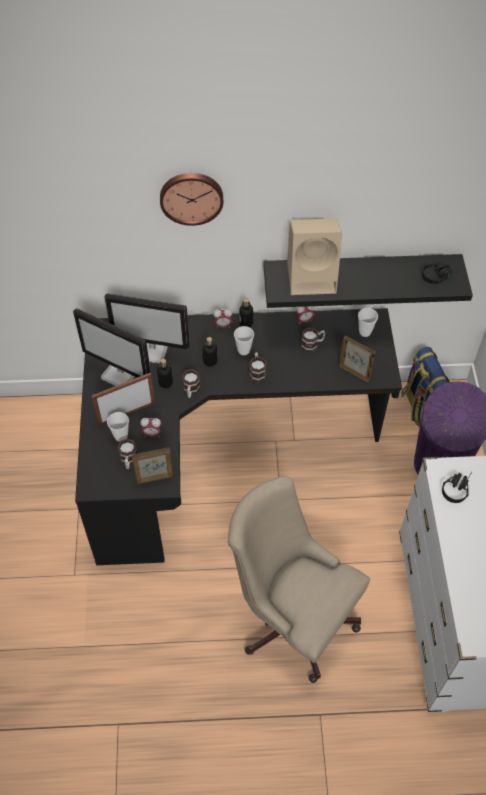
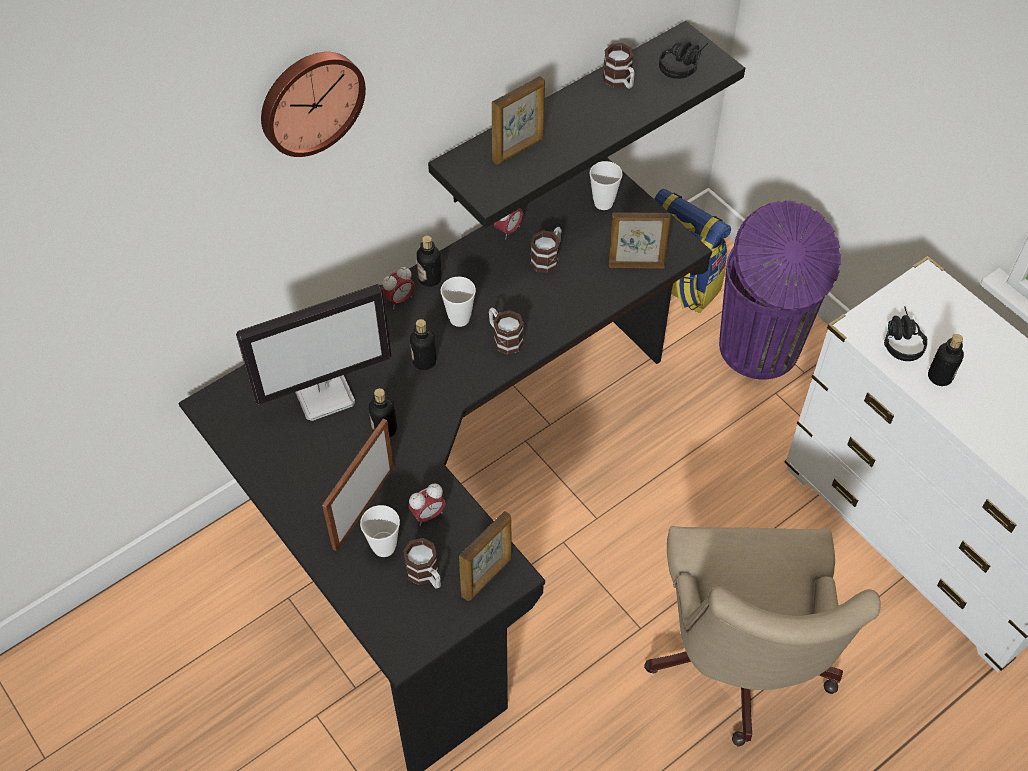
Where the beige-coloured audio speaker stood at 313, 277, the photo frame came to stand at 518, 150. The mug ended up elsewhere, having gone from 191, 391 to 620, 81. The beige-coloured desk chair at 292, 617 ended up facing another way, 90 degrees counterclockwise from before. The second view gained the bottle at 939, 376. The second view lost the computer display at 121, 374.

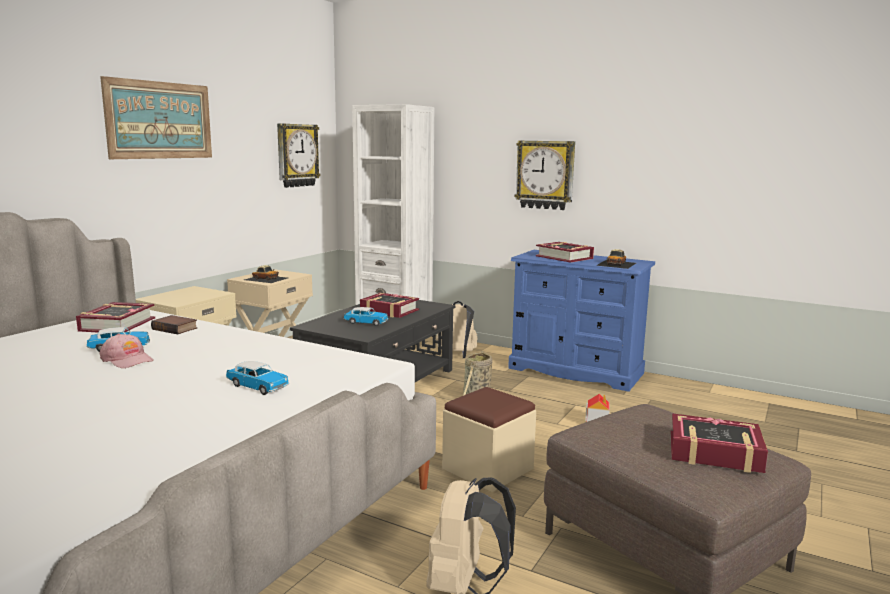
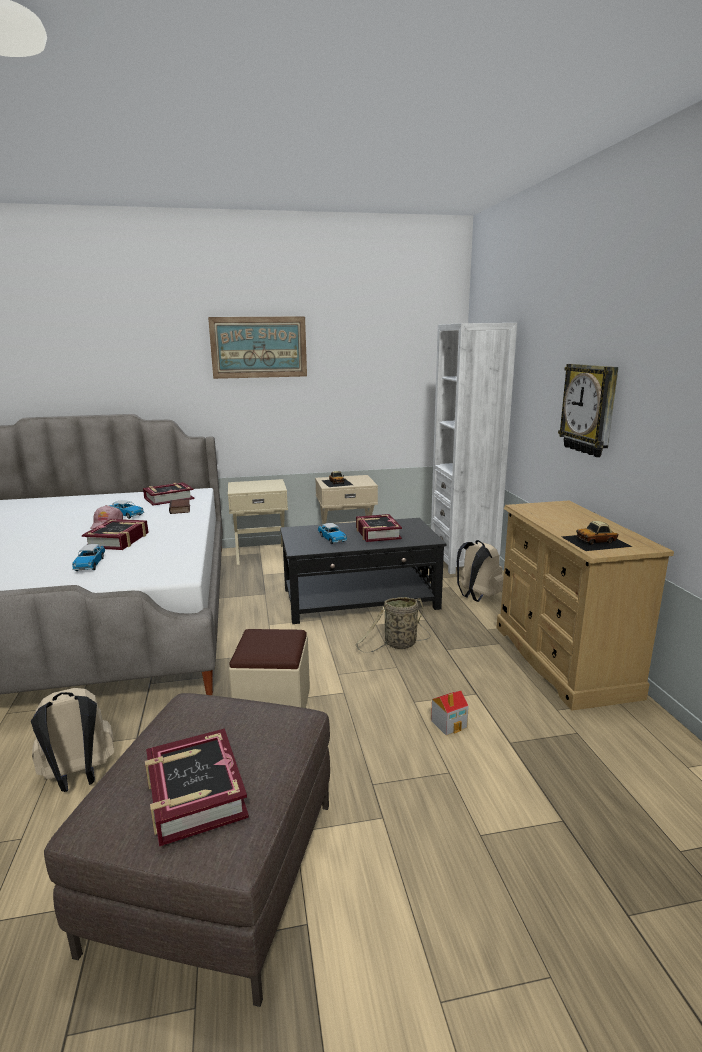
The volume ended up elsewhere, having gone from 564, 257 to 118, 540. What was the blue drawer chest at 575, 371 turned into the beige-coloured drawer chest at 562, 660. The second view lost the clock on the wall at 296, 155.

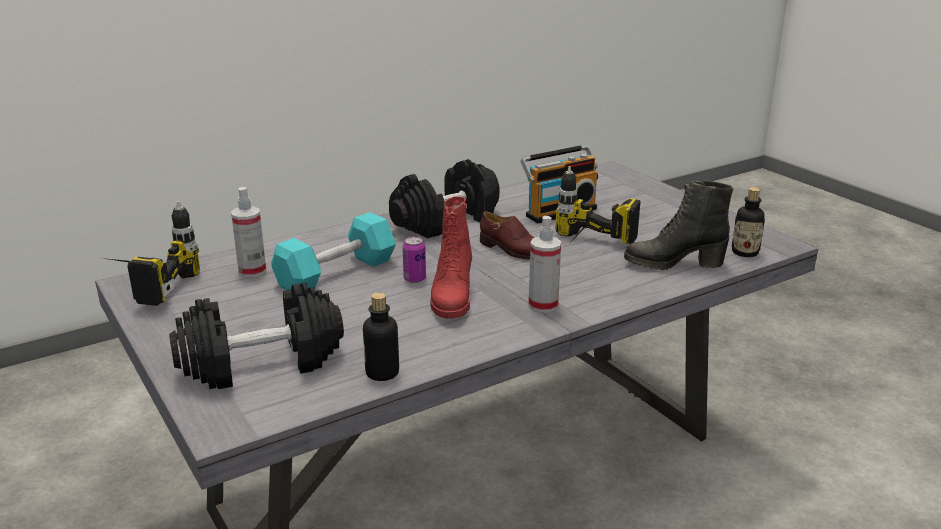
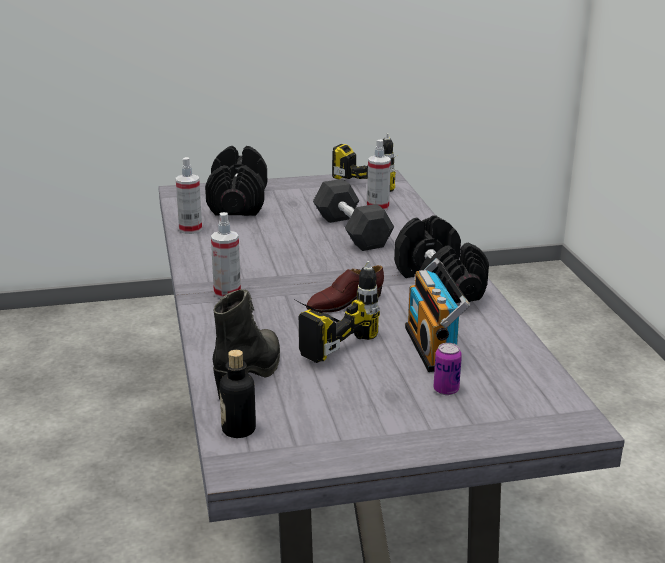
Where the bottle stood at 382, 373, the hand sprayer came to stand at 190, 229. What was the turquoise free weight at 336, 273 turned into the black free weight at 352, 231. The metal can ended up elsewhere, having gone from 414, 279 to 446, 390. The second view lost the red-coloured boot at 451, 299.

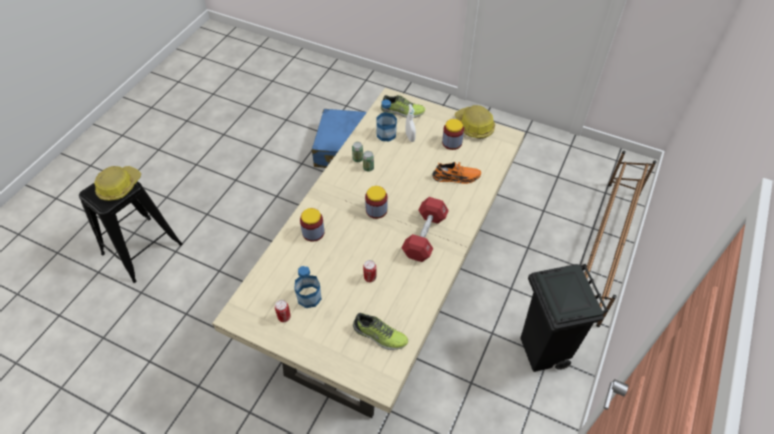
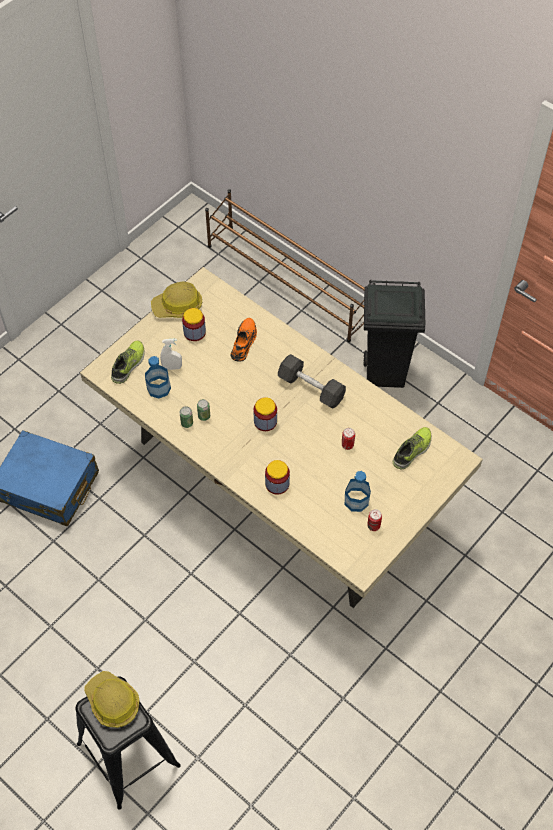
What was the red-coloured free weight at 425, 236 turned into the black free weight at 311, 388.

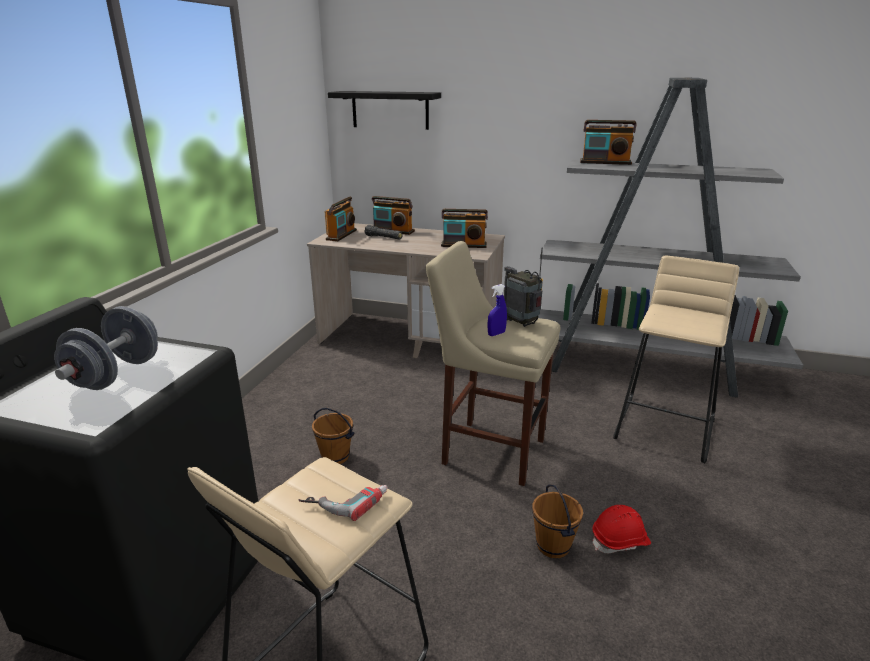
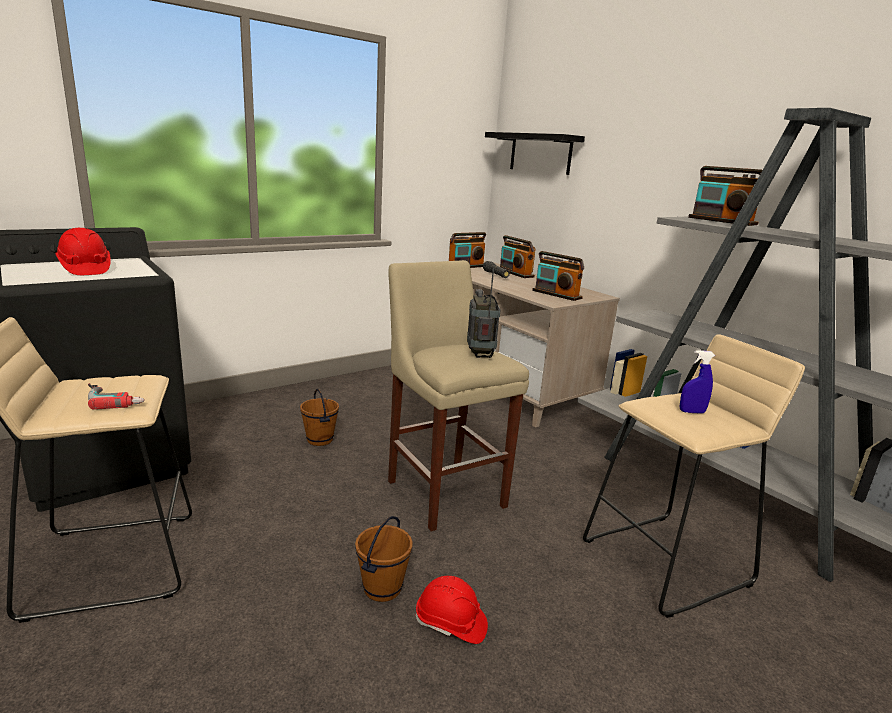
Where the grey free weight stood at 116, 374, the red-coloured safety helmet came to stand at 85, 269. The blue hand sprayer ended up elsewhere, having gone from 496, 334 to 691, 412.

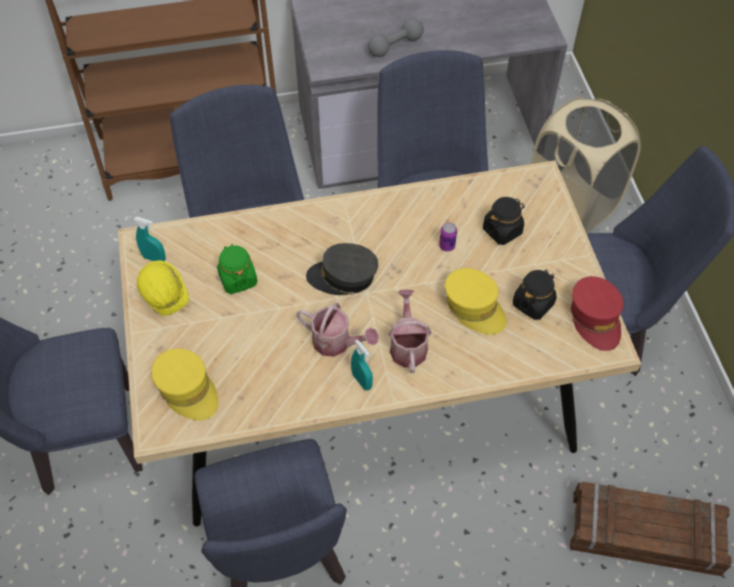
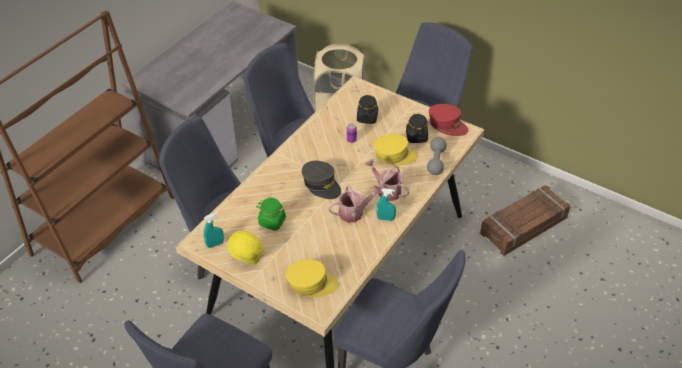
The grey peaked cap at 343, 277 ended up facing another way, 90 degrees counterclockwise from before. The grey free weight ended up elsewhere, having gone from 395, 46 to 436, 161.

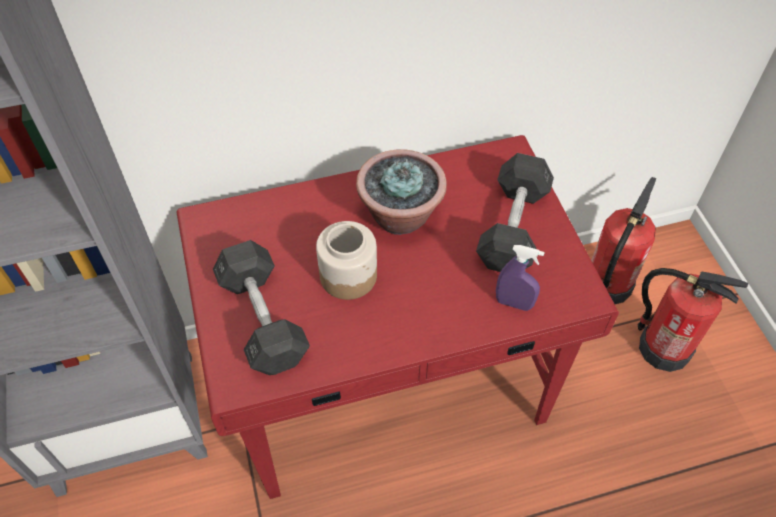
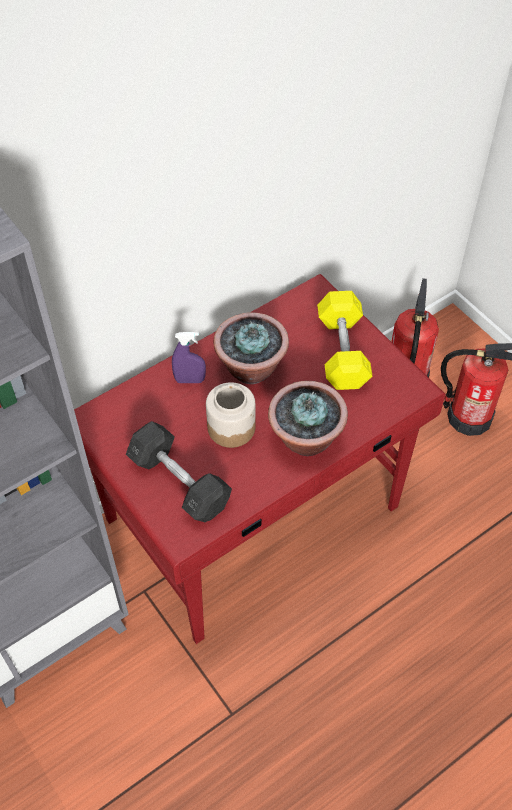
The purple hand sprayer ended up elsewhere, having gone from 514, 303 to 190, 380. The second view gained the houseplant at 305, 439. What was the grey free weight at 513, 227 turned into the yellow free weight at 342, 351.

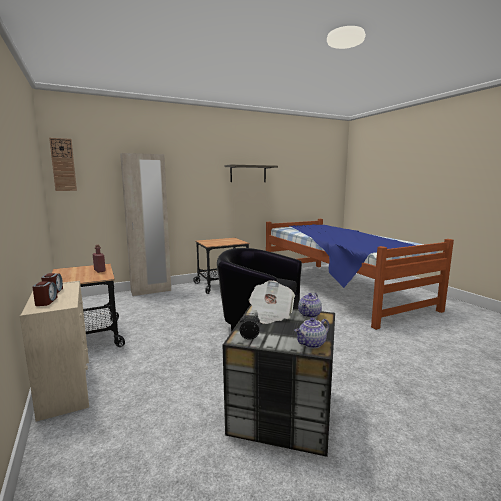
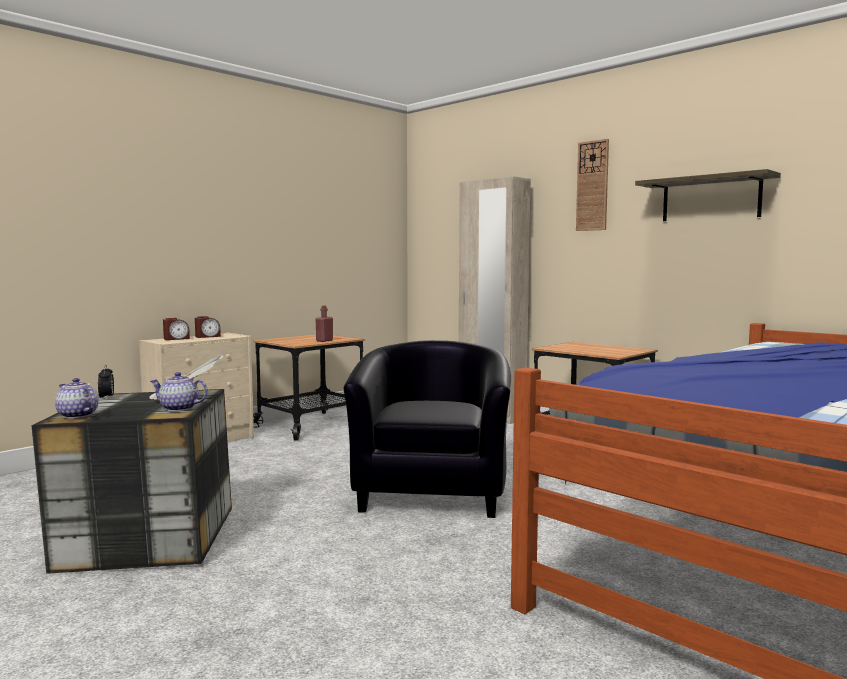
The clock on the wall ended up elsewhere, having gone from 63, 165 to 592, 186.

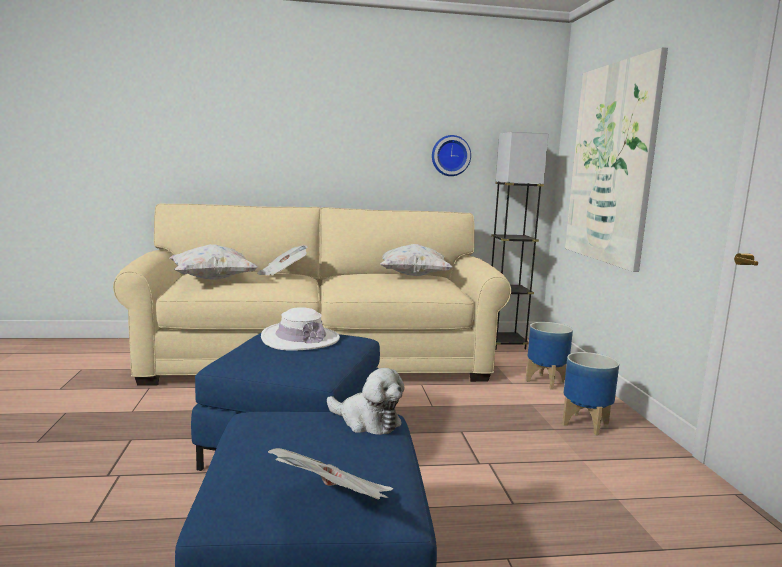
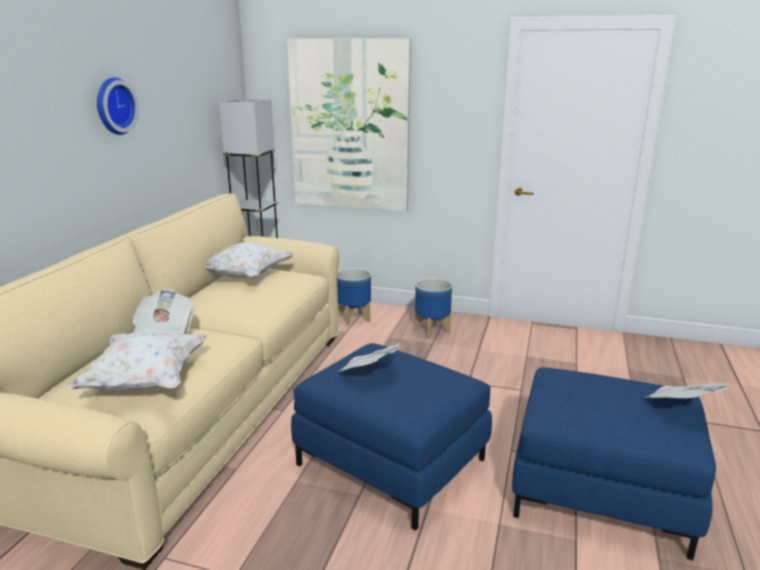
The clock on the wall ended up elsewhere, having gone from 450, 155 to 113, 106. Where the white clothing hat stood at 300, 338, the printed paper came to stand at 369, 372. The second view lost the soft toy at 366, 422.

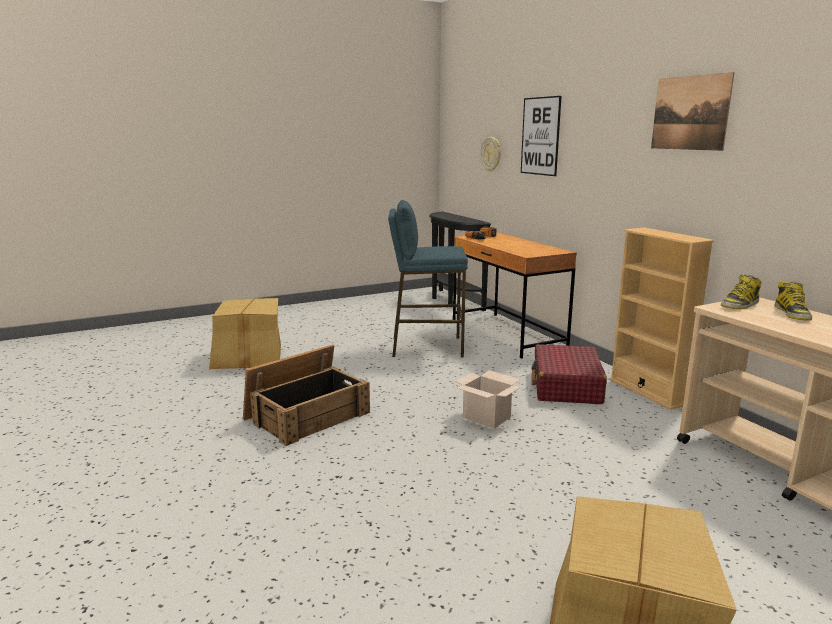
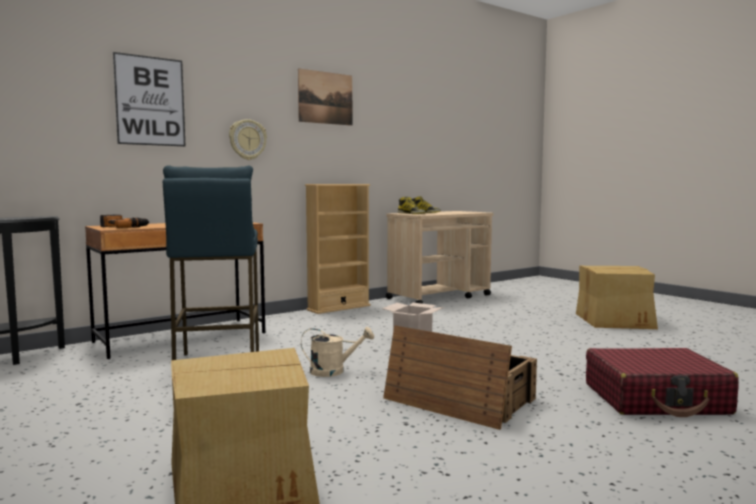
The clock on the wall ended up elsewhere, having gone from 491, 154 to 247, 139. The second view gained the beige-coloured watering pot at 334, 371. The red-coloured suitcase ended up elsewhere, having gone from 566, 386 to 656, 399.

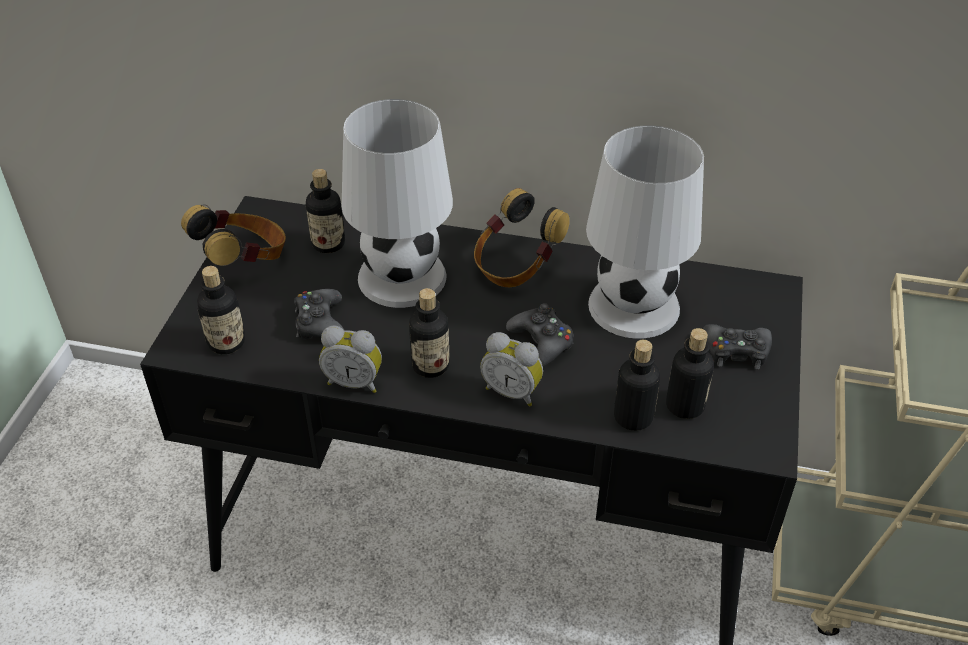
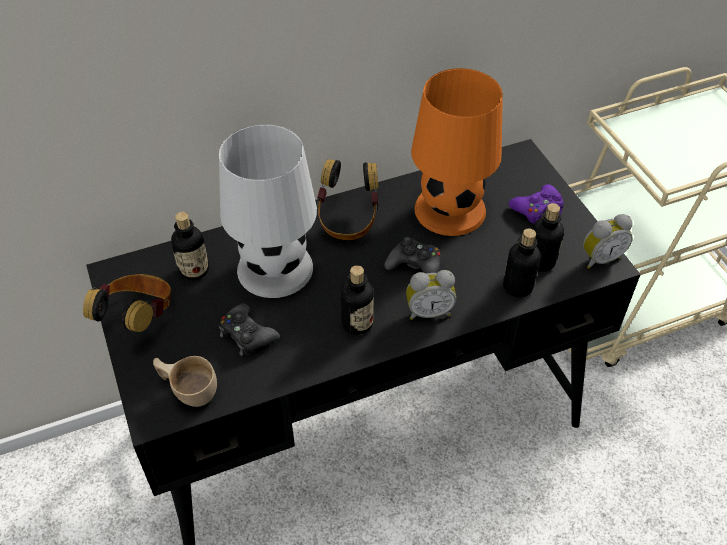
Where the bottle stood at 226, 342, the beige-coloured small cup came to stand at 189, 390. What was the white tabletop lamp at 633, 306 turned into the orange-coloured tabletop lamp at 450, 210. What was the black joypad at 736, 351 turned into the purple joypad at 537, 209. The alarm clock ended up elsewhere, having gone from 354, 381 to 600, 258.

